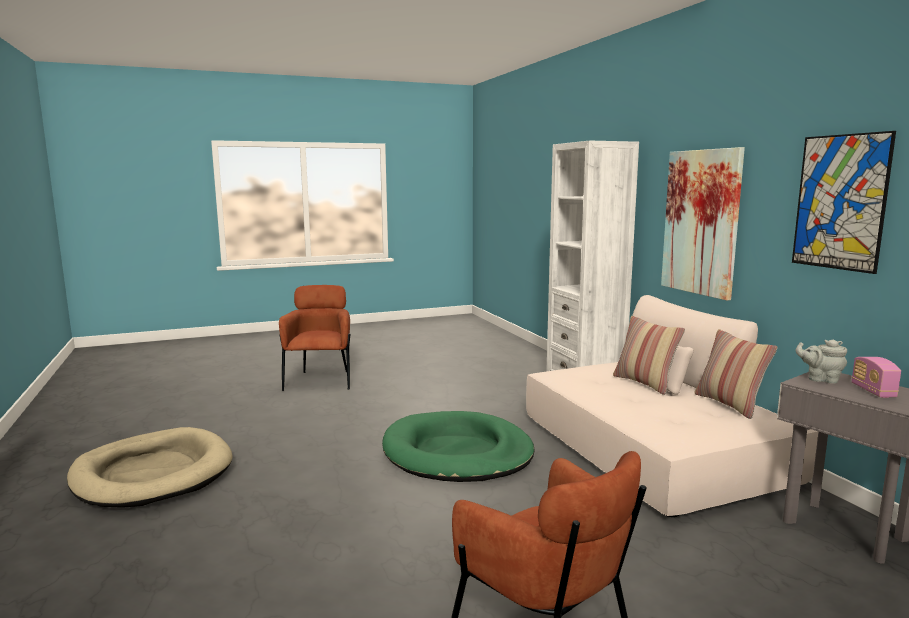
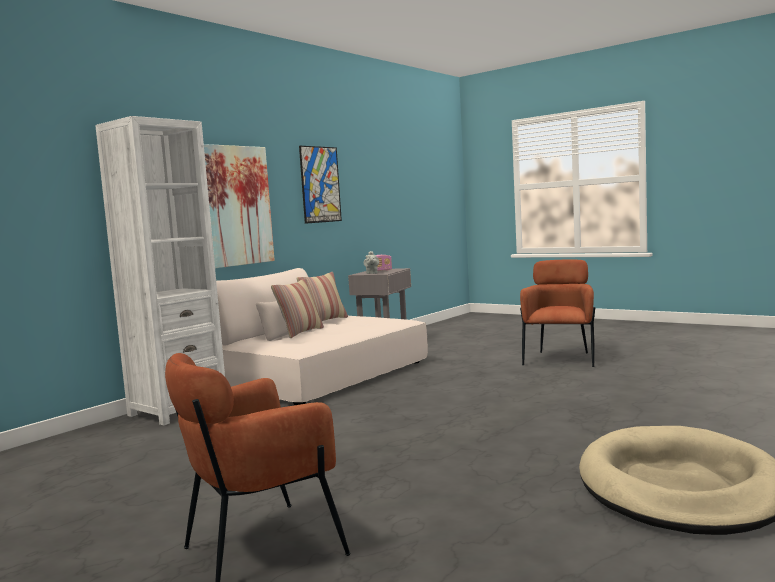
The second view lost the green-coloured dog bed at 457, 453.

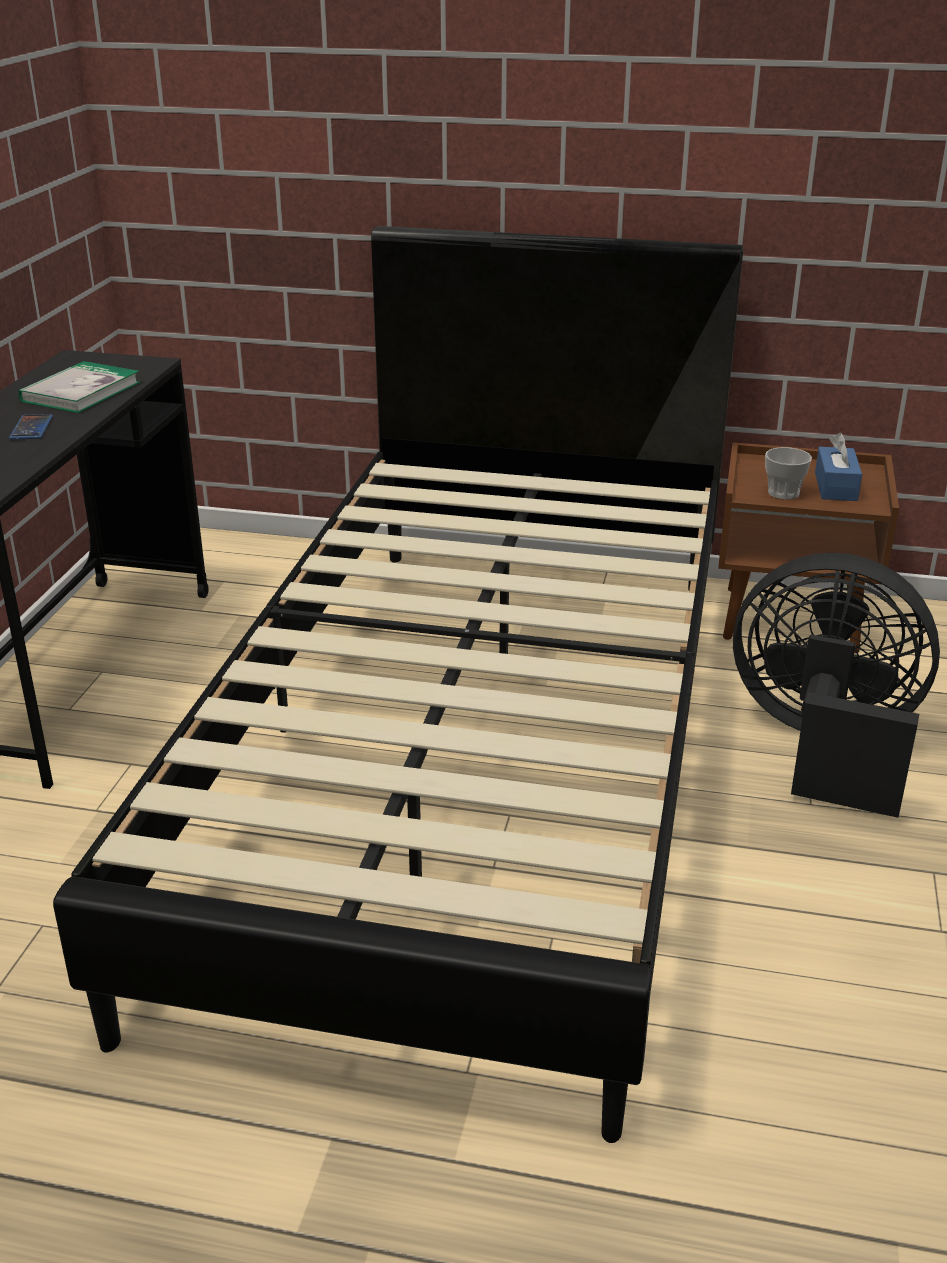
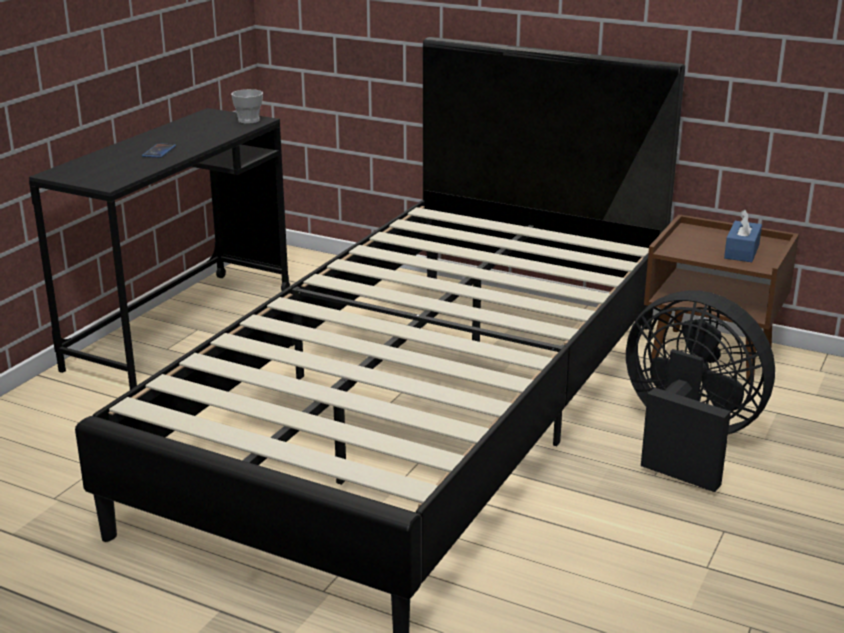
The small cup ended up elsewhere, having gone from 783, 493 to 248, 120. The second view lost the volume at 81, 392.

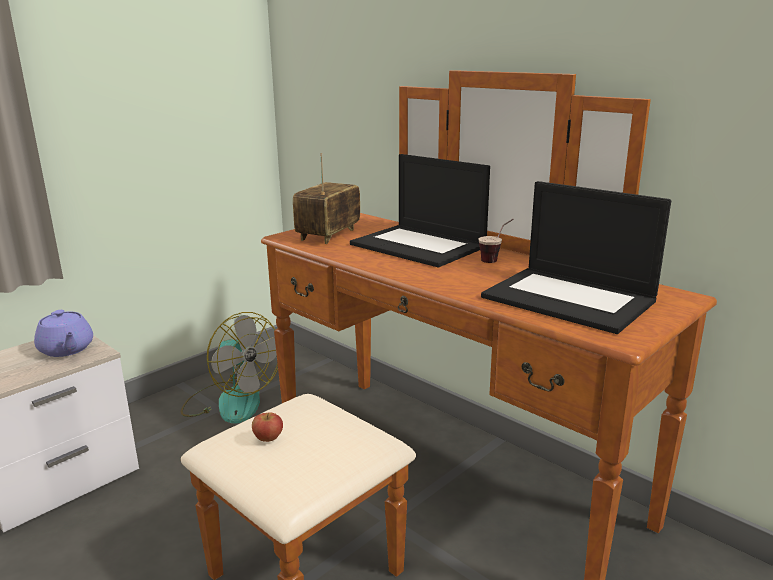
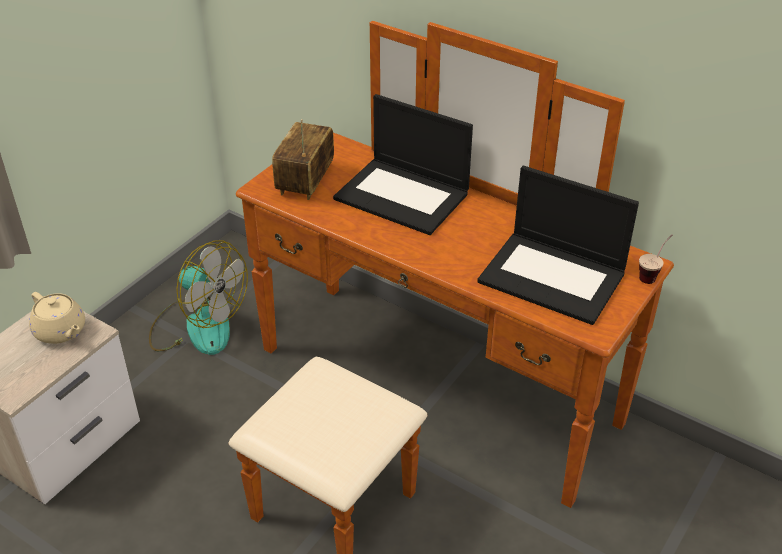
What was the purple pot for tea at 66, 349 turned into the beige-coloured pot for tea at 61, 331. The small cup ended up elsewhere, having gone from 496, 259 to 652, 274. The second view lost the apple fruit at 268, 438.

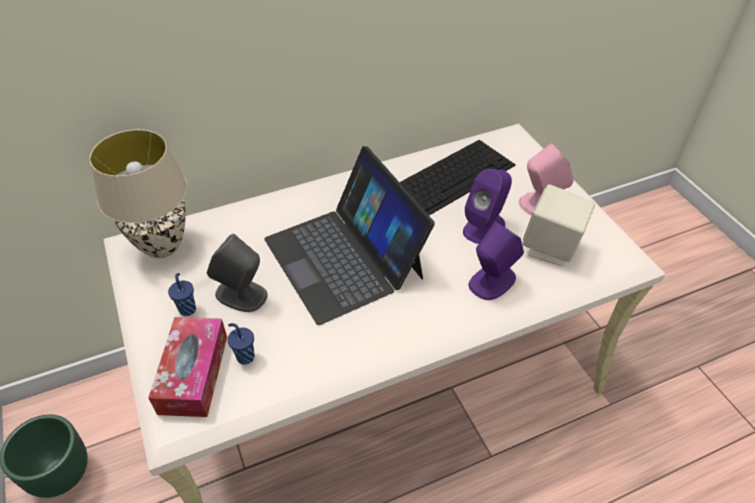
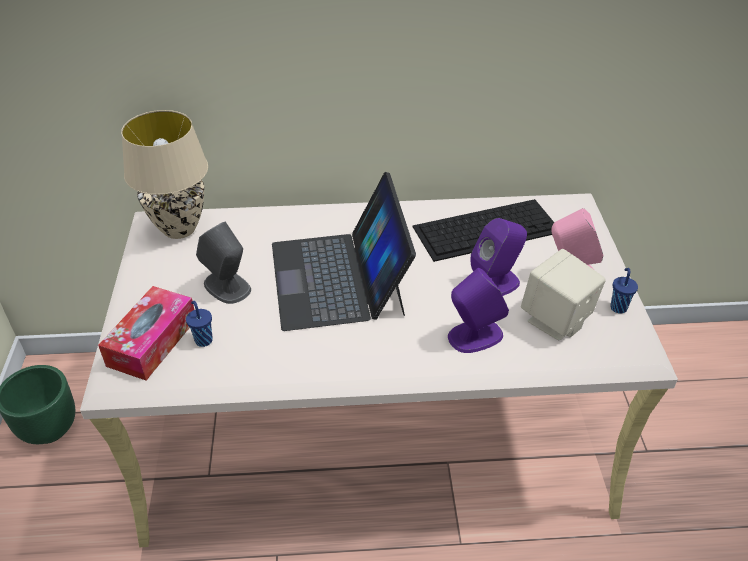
The blue small cup ended up elsewhere, having gone from 187, 308 to 618, 307.

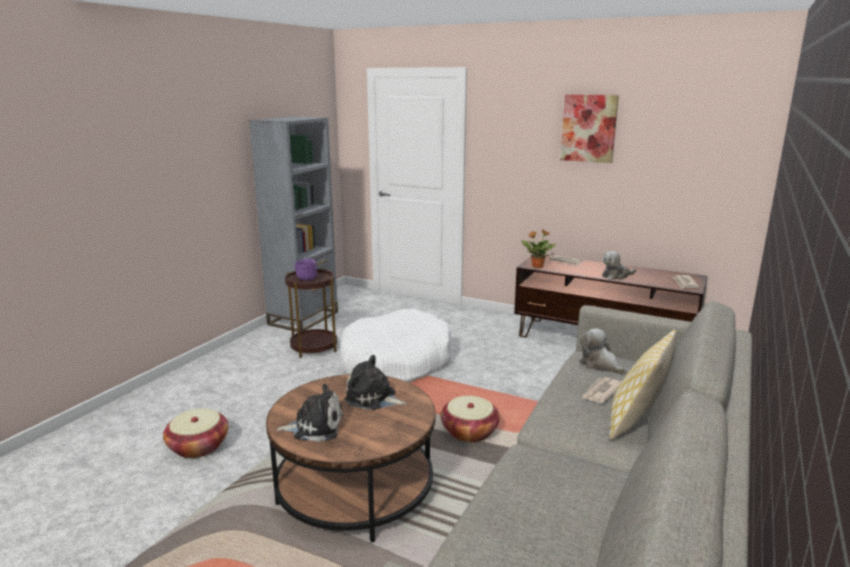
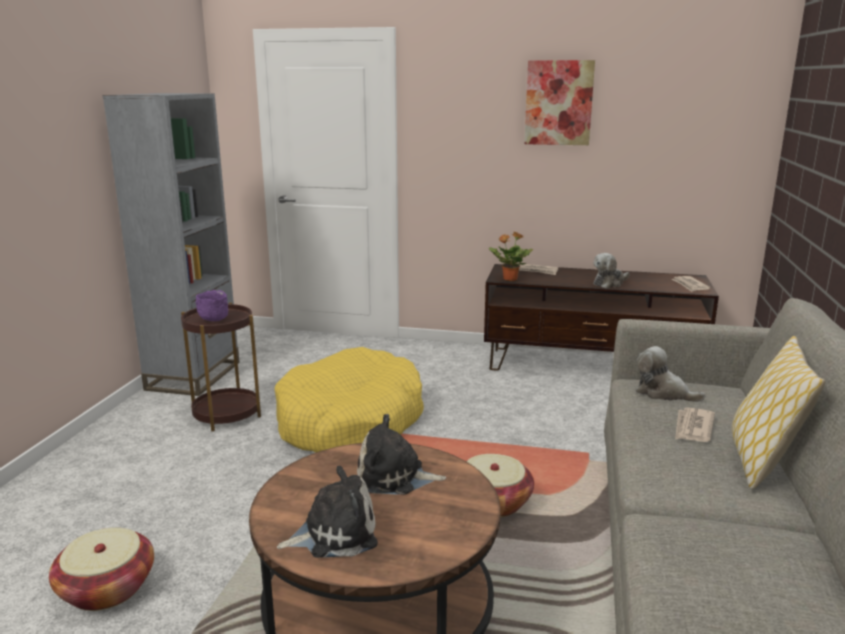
What was the white dog bed at 395, 362 turned into the yellow dog bed at 349, 421.

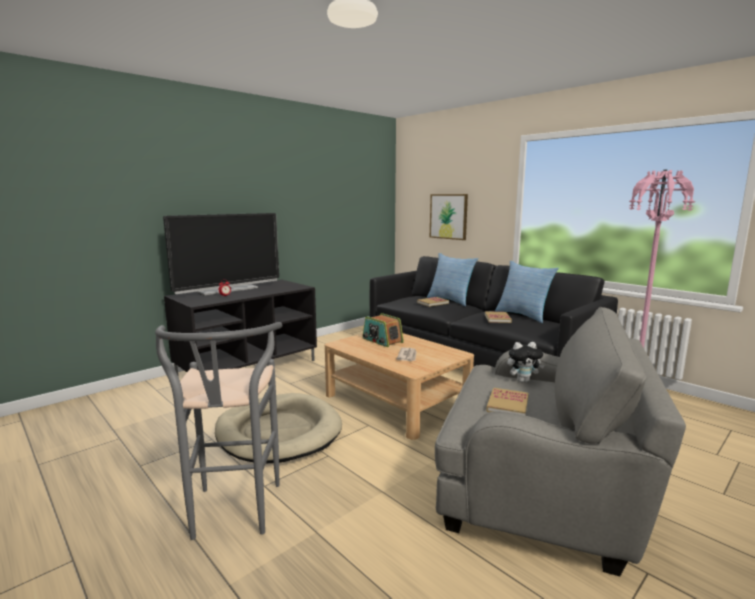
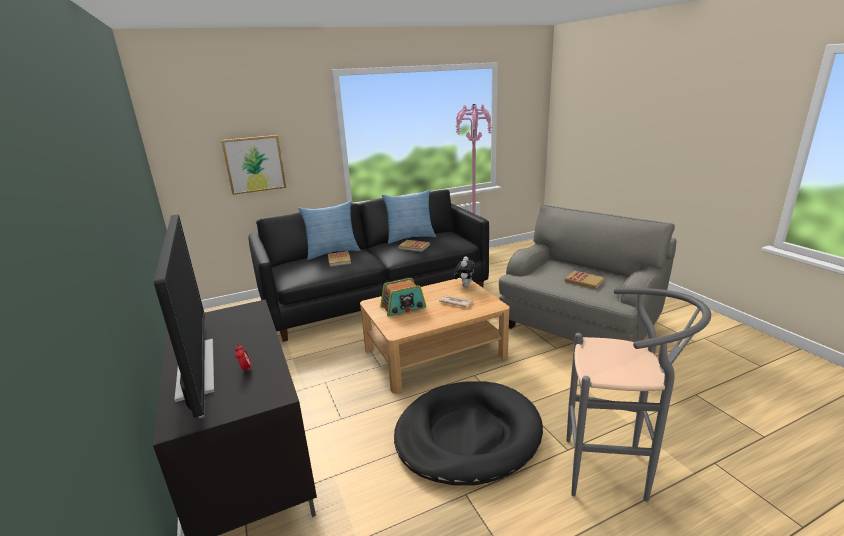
What was the beige-coloured dog bed at 278, 432 turned into the black dog bed at 467, 435. The soft toy ended up elsewhere, having gone from 523, 380 to 464, 285.

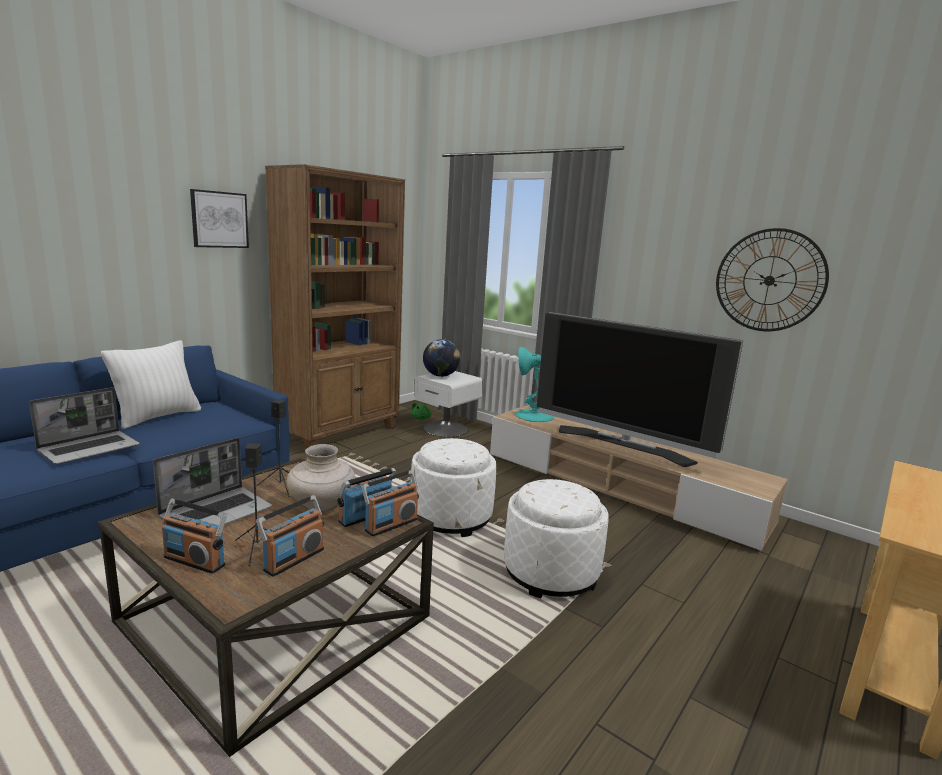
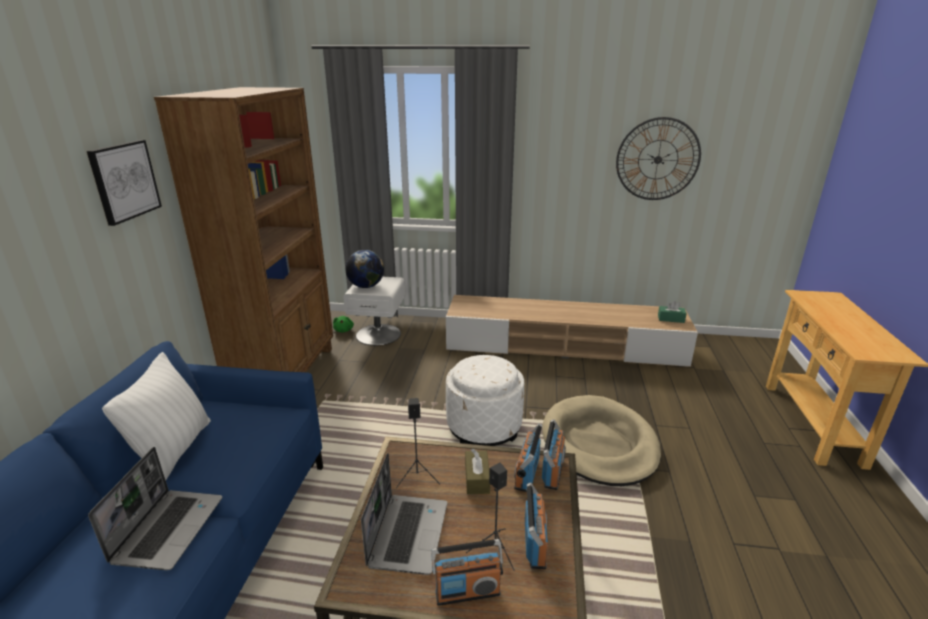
Where the beige-coloured flower vase stood at 321, 505, the brown-coloured tissue holder came to stand at 477, 478. Where the white pouffe stood at 550, 573, the beige-coloured dog bed came to stand at 599, 443. The second view gained the green-coloured tissue holder at 671, 319. The second view lost the turquoise tabletop lamp at 533, 415. The second view lost the television at 623, 445.

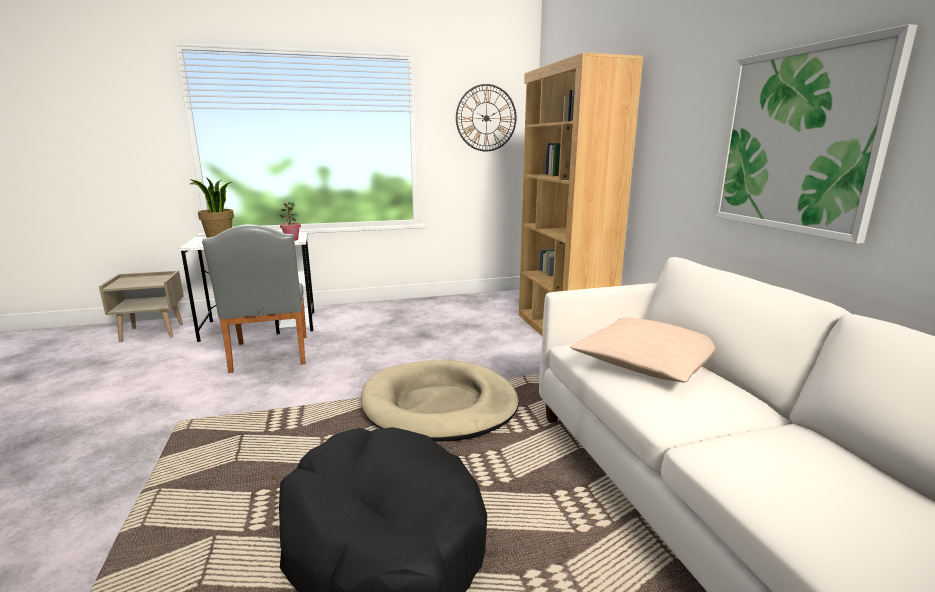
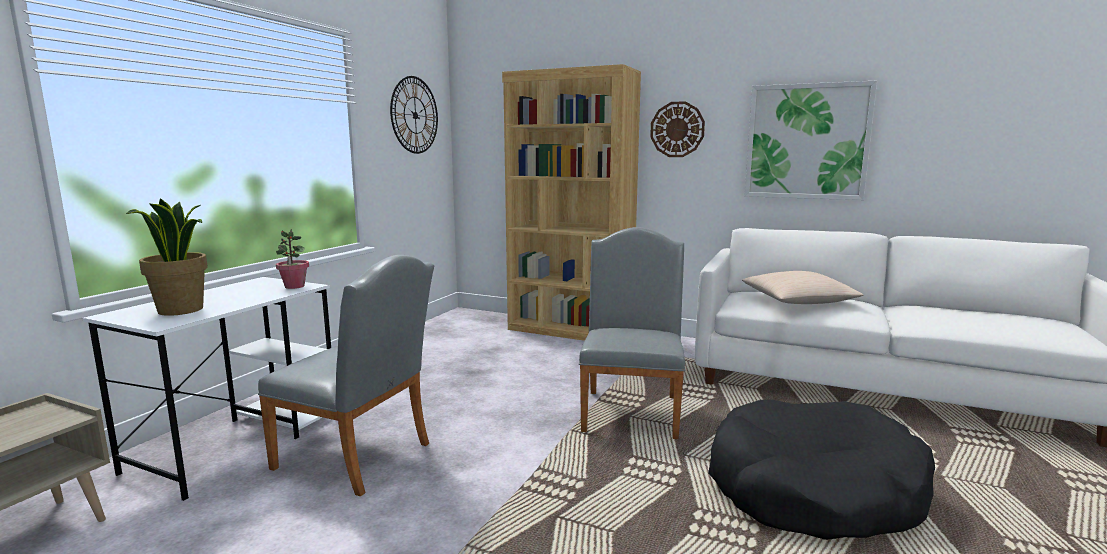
Where the beige-coloured dog bed stood at 439, 405, the grey plain chair came to stand at 631, 410. The second view gained the clock on the wall at 677, 129.

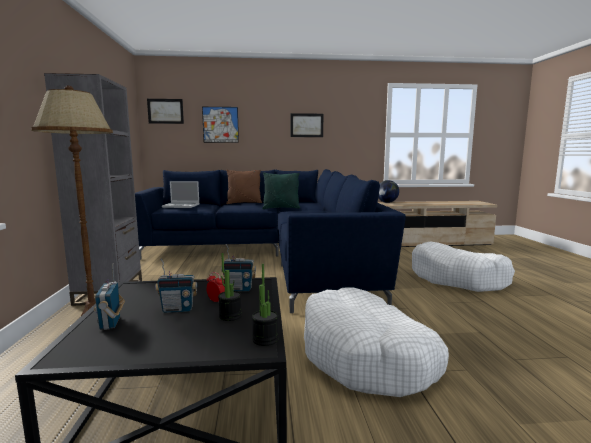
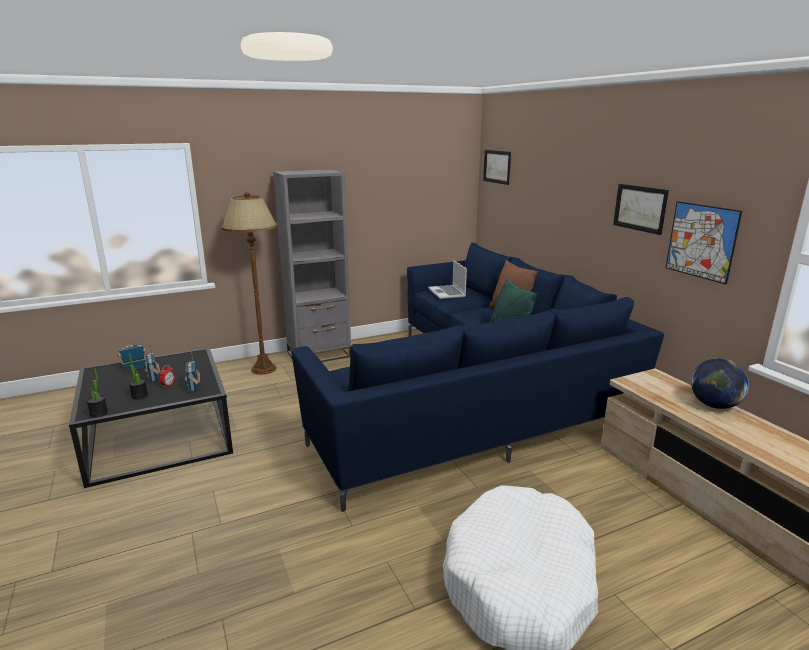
The wall picture ended up elsewhere, having gone from 220, 124 to 701, 241. The second view lost the white dog bed at 366, 356.

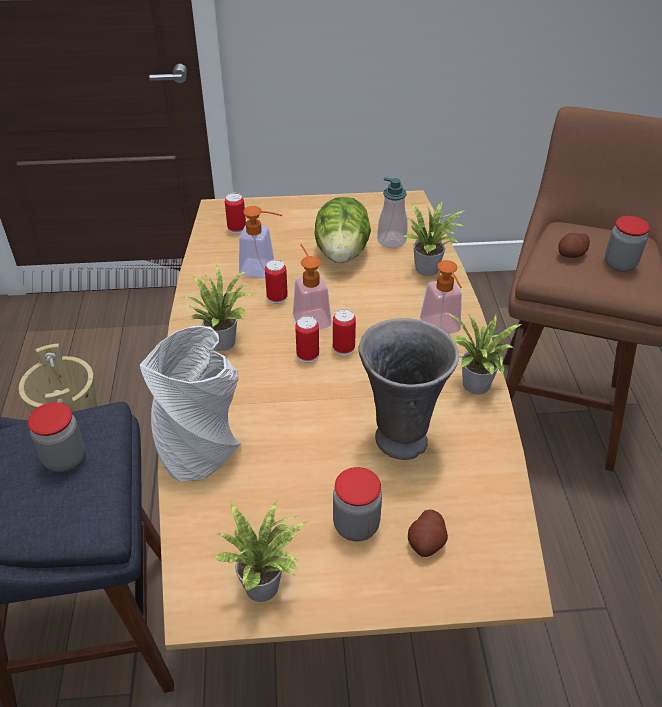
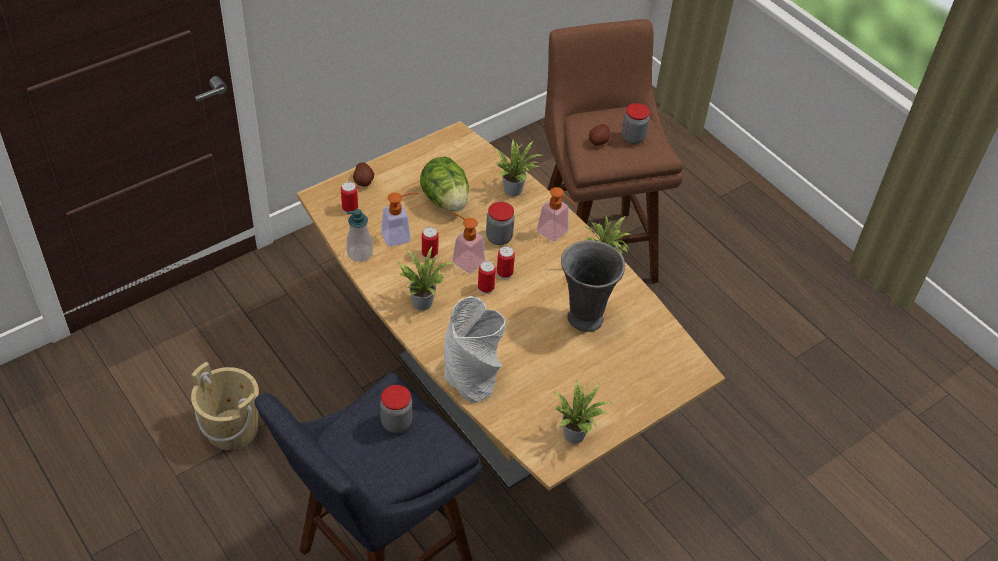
The soap bottle ended up elsewhere, having gone from 391, 240 to 359, 253. The potato ended up elsewhere, having gone from 426, 542 to 363, 181. The preserve jar ended up elsewhere, having gone from 356, 525 to 499, 237.

